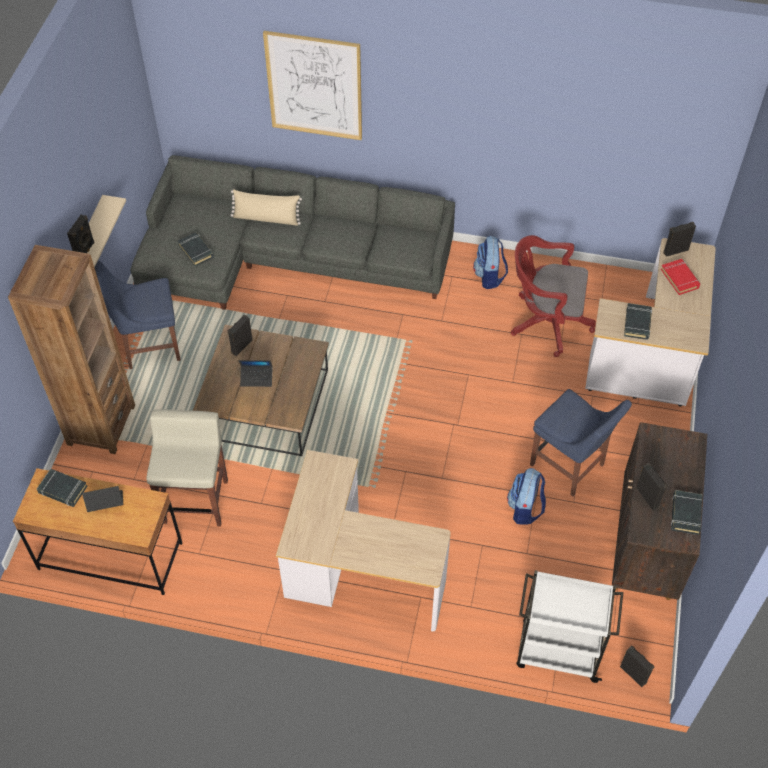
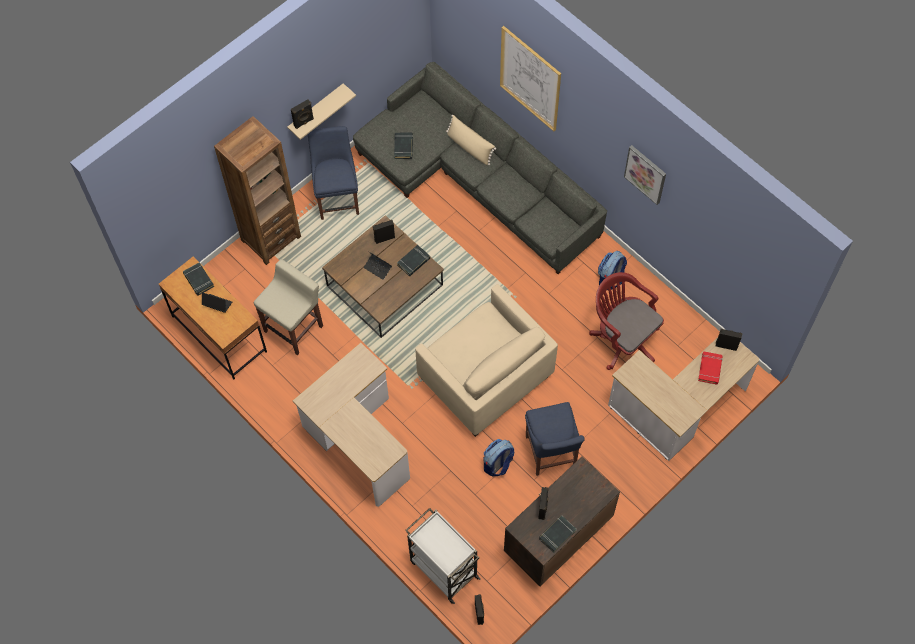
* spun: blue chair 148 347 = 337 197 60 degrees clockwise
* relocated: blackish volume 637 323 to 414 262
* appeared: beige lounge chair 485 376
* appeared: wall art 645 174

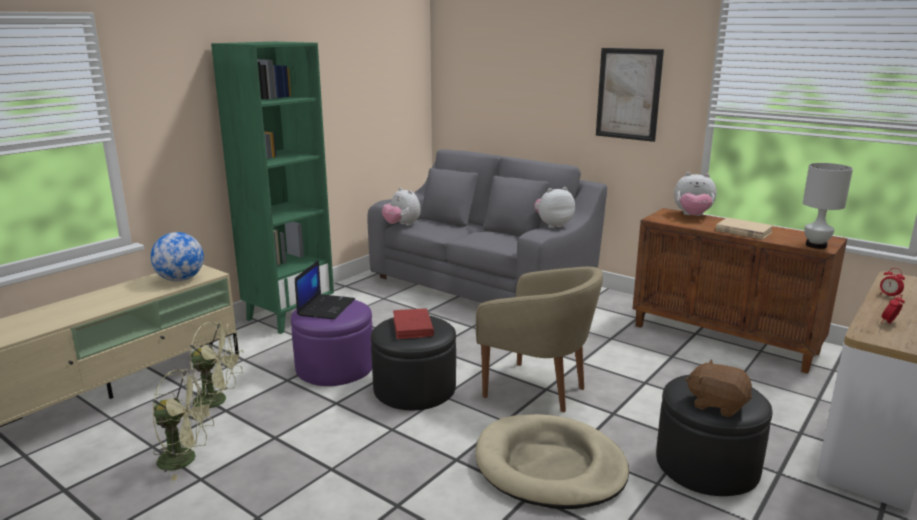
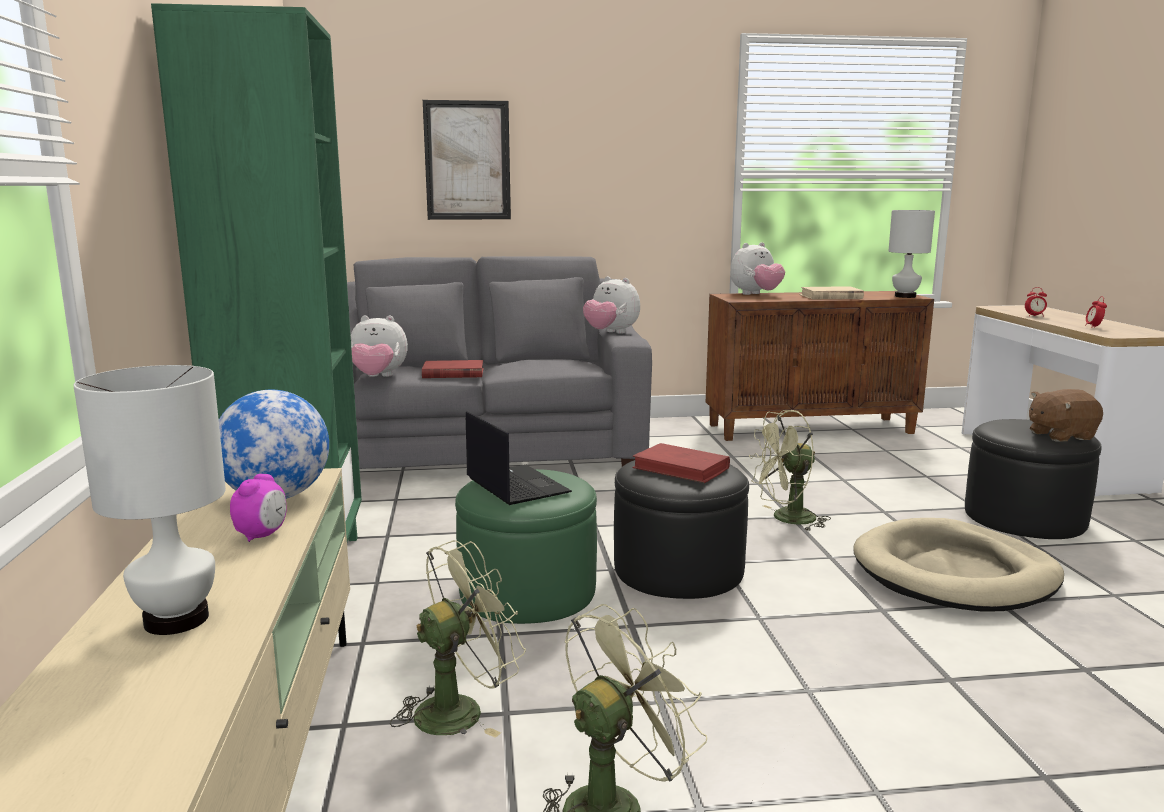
* colour: purplish ottoman 335 367 to greenish ottoman 527 591
* exchanged: beige lounge chair 538 389 to greenish electric fan 786 519
* spun: cuddly toy 553 225 = 611 333 75 degrees counterclockwise
* relocated: wall art 628 94 to 467 160
* appeared: white table lamp 178 619
* appeared: table clock 262 535
* appeared: reddish volume 452 373

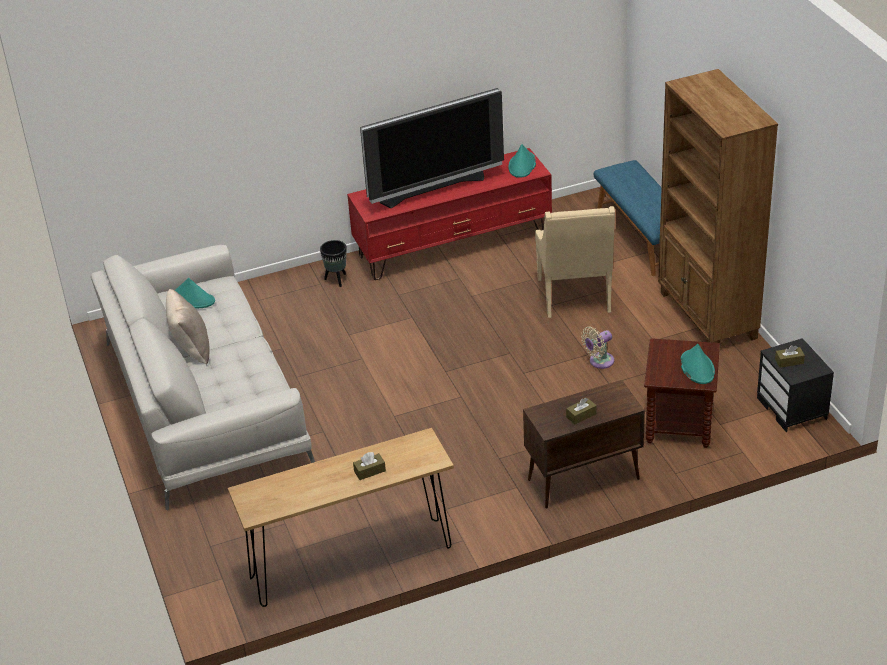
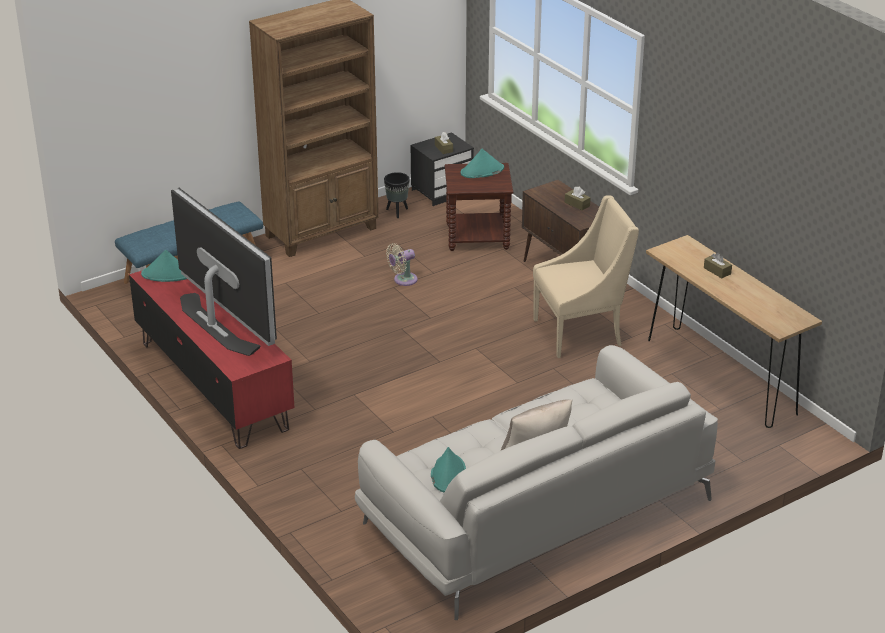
* relocated: blackish plant pot 336 280 to 397 212
* relocated: beige lounge chair 575 297 to 580 332
* spun: beige electric fan 599 362 = 403 280 105 degrees clockwise

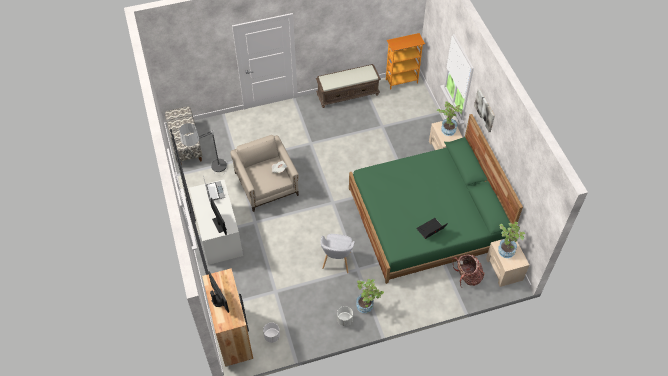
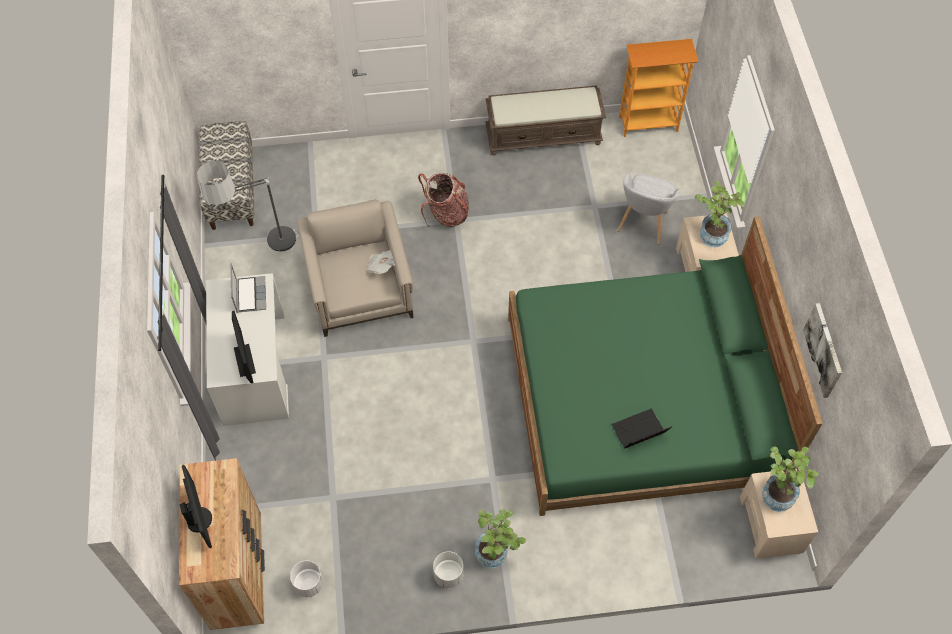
* relocated: greyish lounge chair 337 261 to 643 224
* relocated: rucksack 467 277 to 446 213
* relocated: wall art 485 110 to 824 350

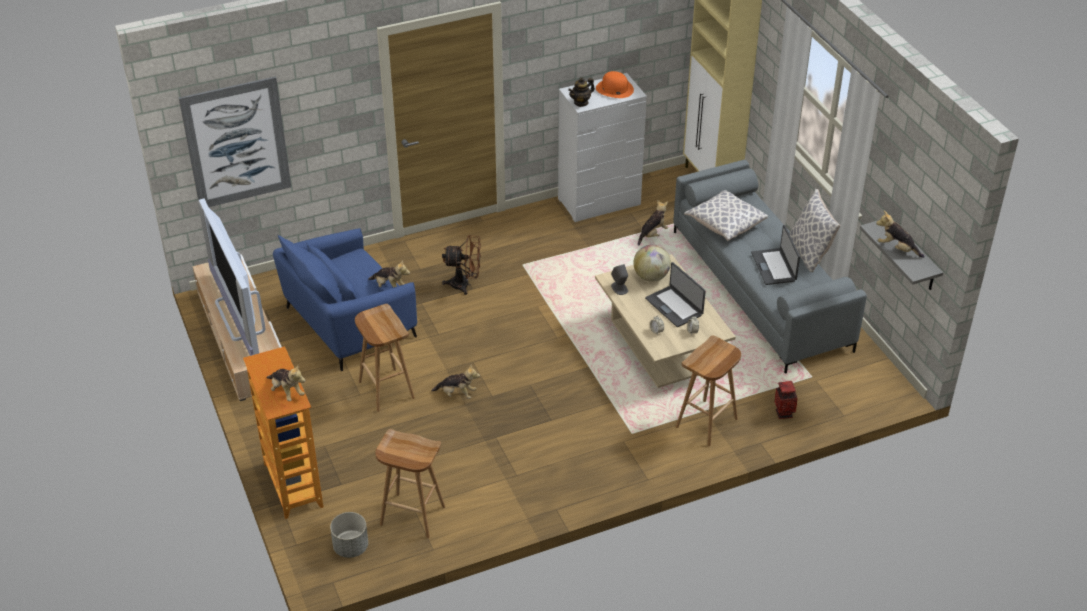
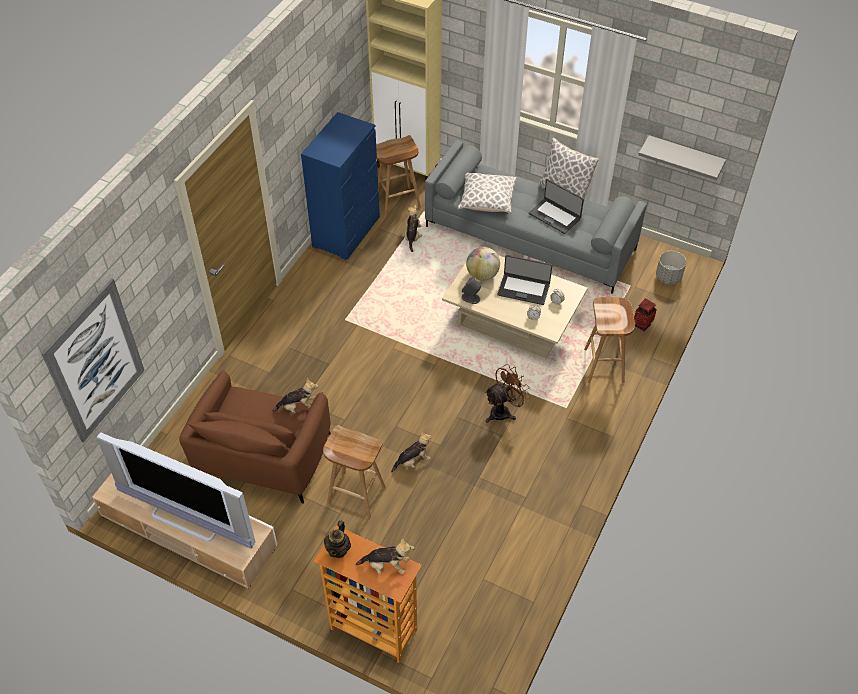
* colour: blue lounge chair 348 323 to brownish lounge chair 262 457
* relocated: greyish plant pot 350 547 to 668 277
* relocated: brownish stool 411 516 to 397 202
* relocated: brownish electric fan 465 284 to 504 411
* colour: white drawer chest 599 202 to blue drawer chest 346 232
* relocated: tea pot 581 102 to 338 549
* missing: orange hat 614 89
* missing: cuddly toy 897 249

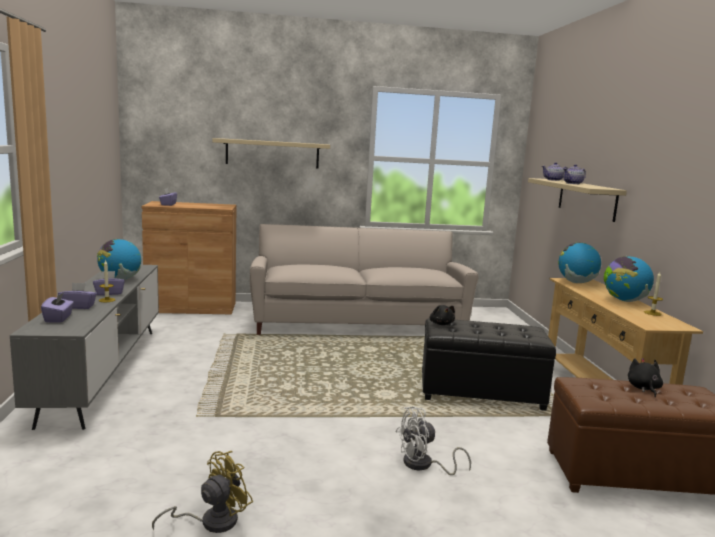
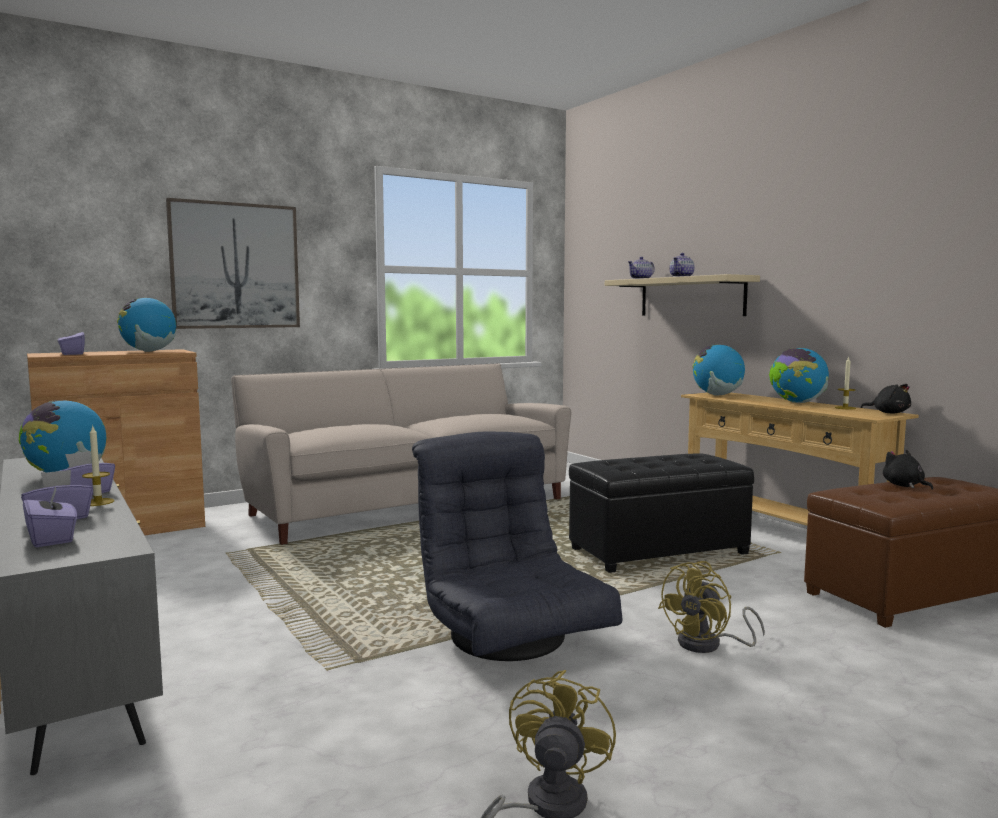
* exchanged: beige wall shelf 272 153 to wall art 235 266
* colour: white electric fan 423 465 to yellowish electric fan 708 645
* relocated: blackish cuddly toy 441 324 to 888 413
* appeared: world globe 149 351
* appeared: greyish lounge chair 510 637

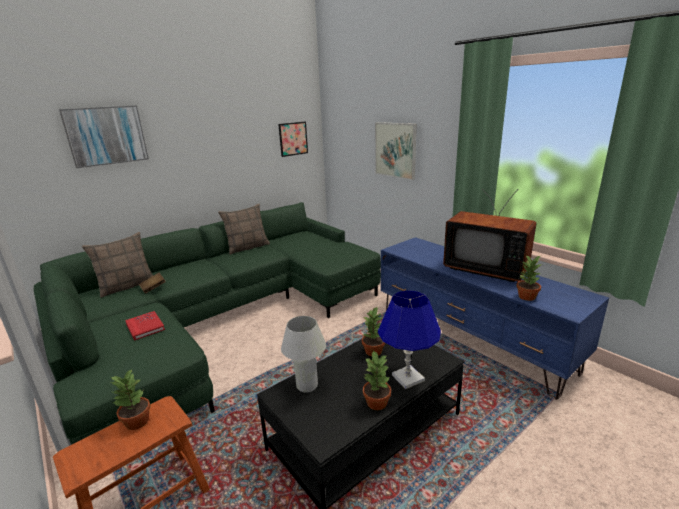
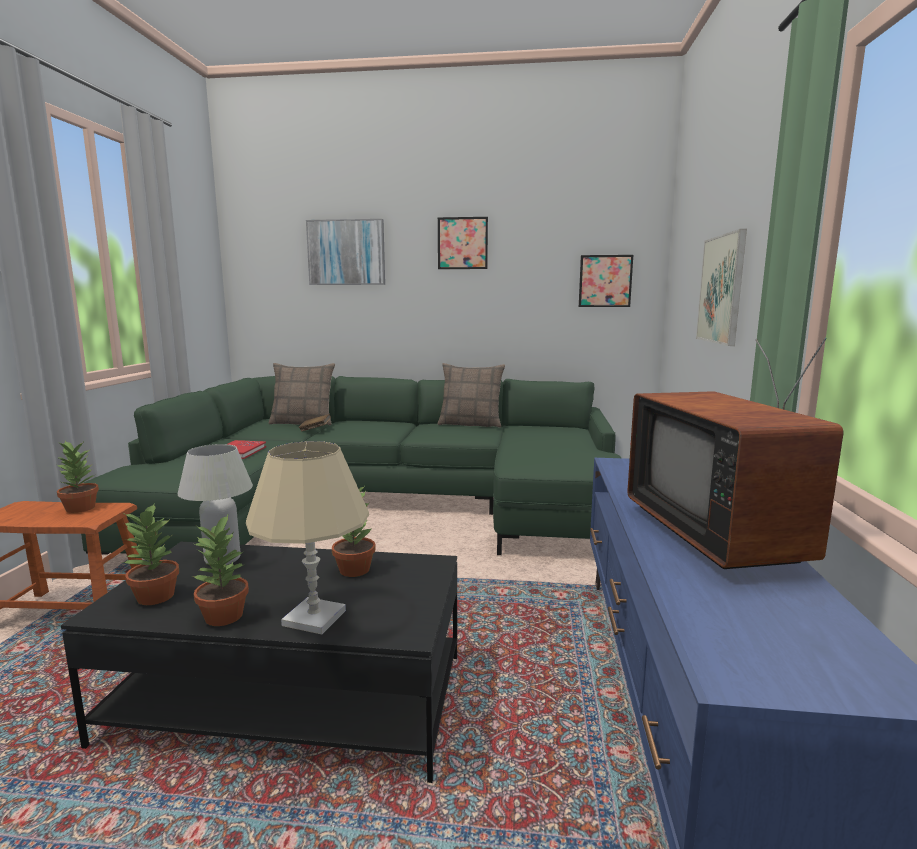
* colour: blue table lamp 407 378 to beige table lamp 314 617
* relocated: potted plant 527 297 to 154 597
* appeared: wall art 462 243

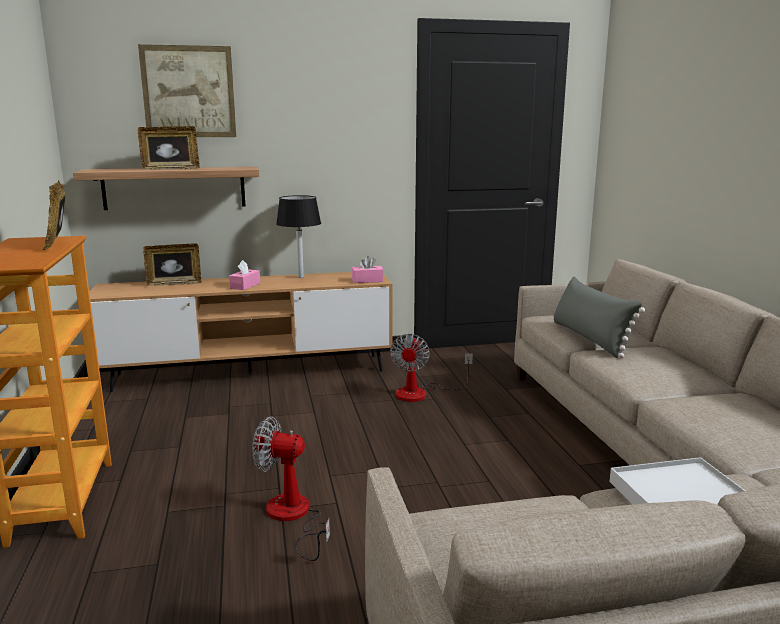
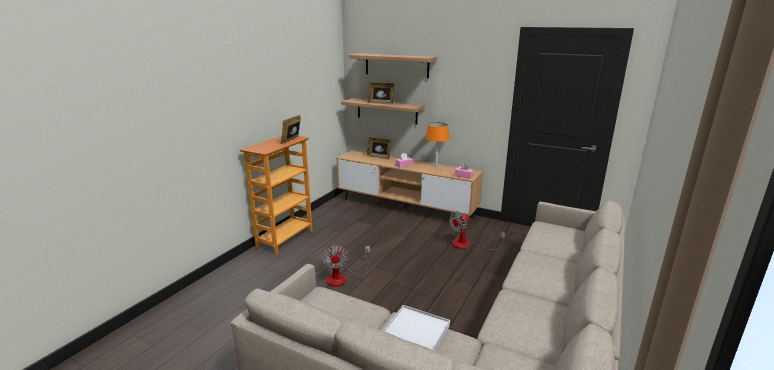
* exchanged: wall art 189 92 to wall shelf 396 65
* spun: electric fan 293 517 = 342 277 150 degrees counterclockwise
* colour: blackish table lamp 300 277 to orange table lamp 436 166
* missing: greyish throw pillow 590 338

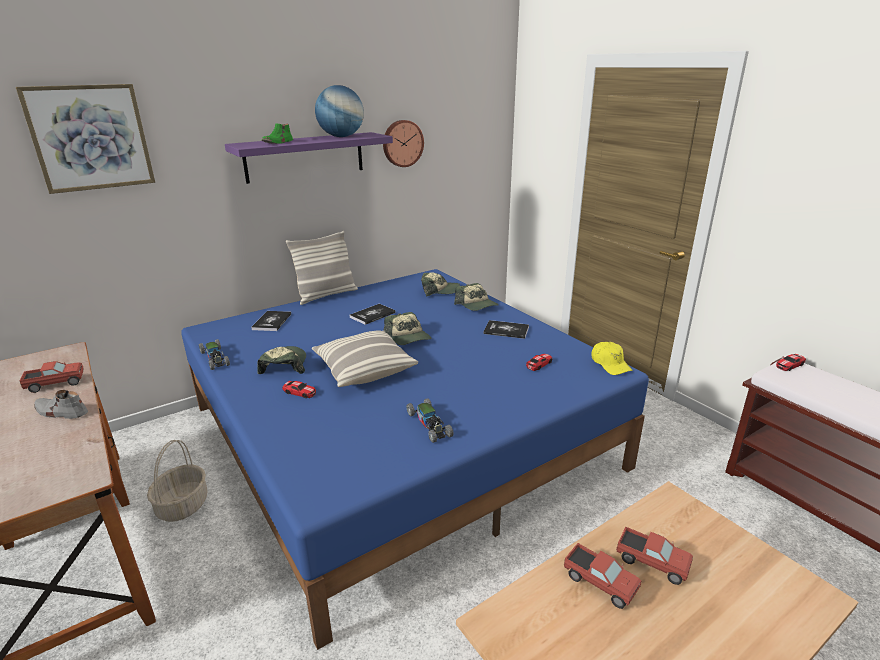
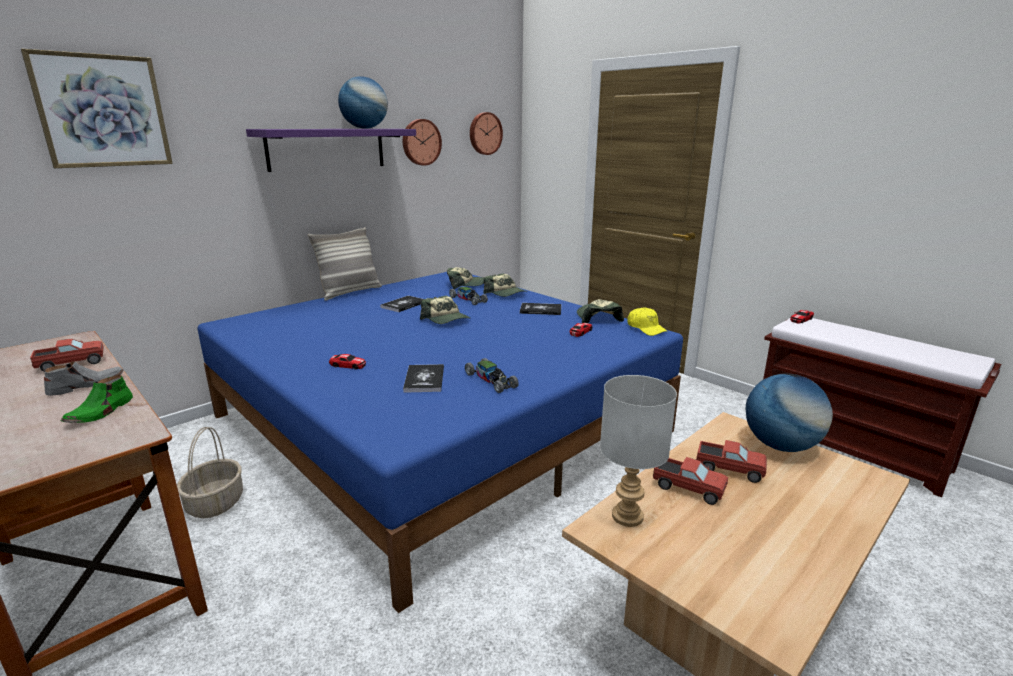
* spun: greyish shoe 61 412 = 87 385 135 degrees clockwise
* relocated: miniature car 215 358 to 468 299
* relocated: volume 272 322 to 424 379
* relocated: cap 283 366 to 598 318
* relocated: greenish shoe 278 142 to 101 412
* missing: throw pillow 364 370
* appeared: clock on the wall 484 133
* appeared: greyish table lamp 626 516
* appeared: world globe 780 446

